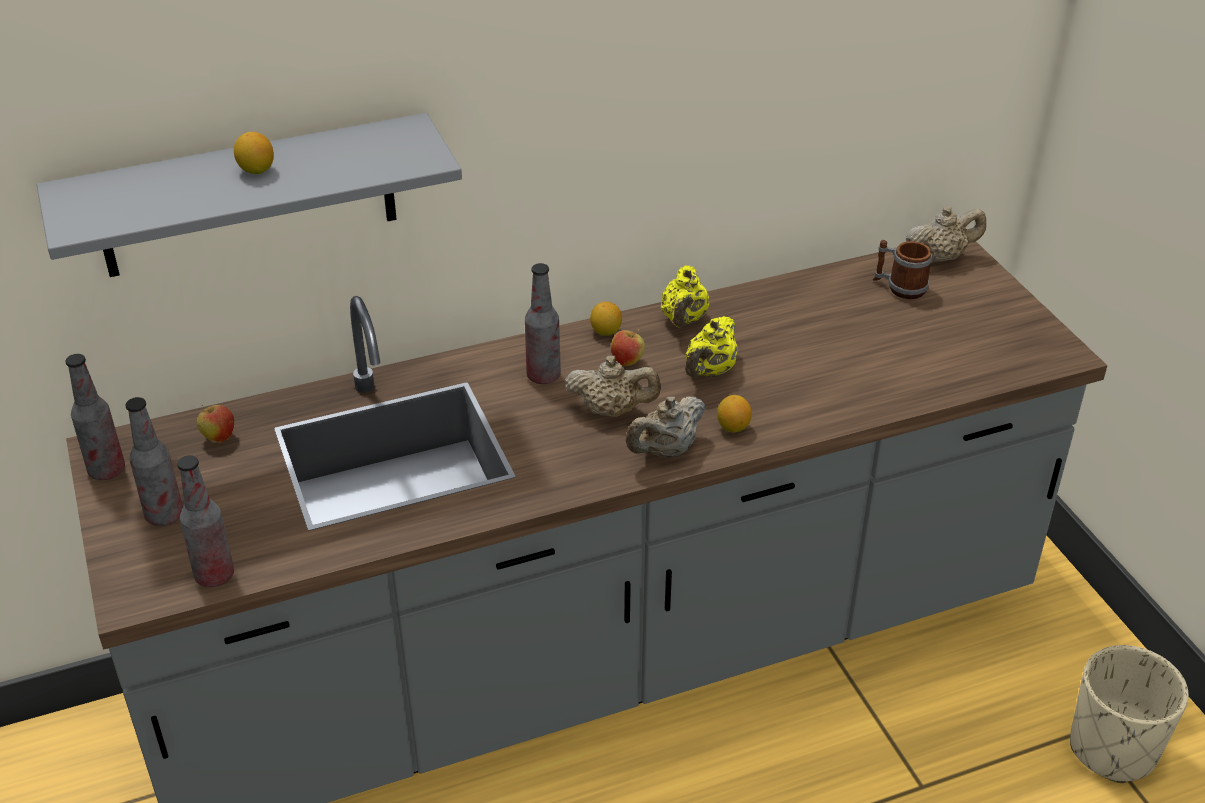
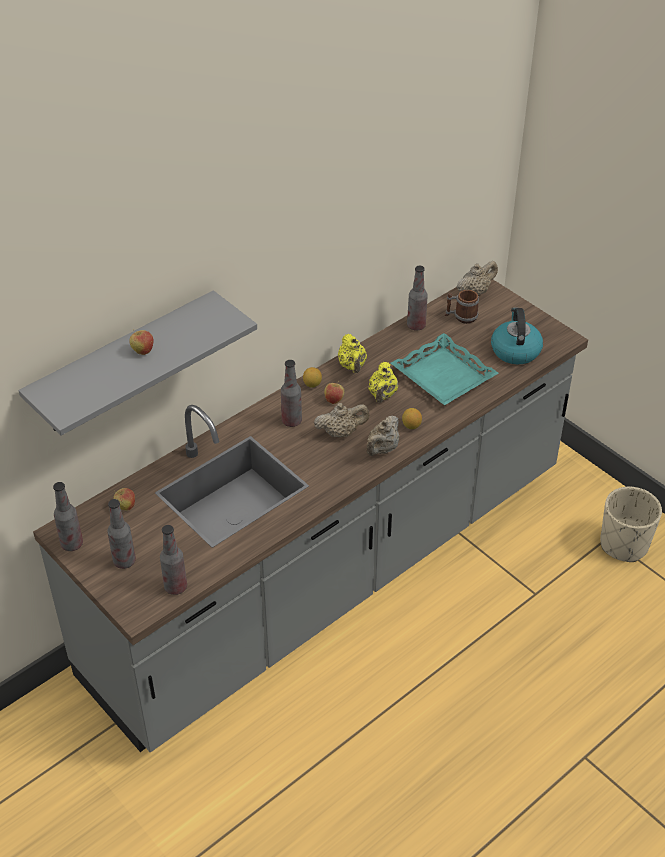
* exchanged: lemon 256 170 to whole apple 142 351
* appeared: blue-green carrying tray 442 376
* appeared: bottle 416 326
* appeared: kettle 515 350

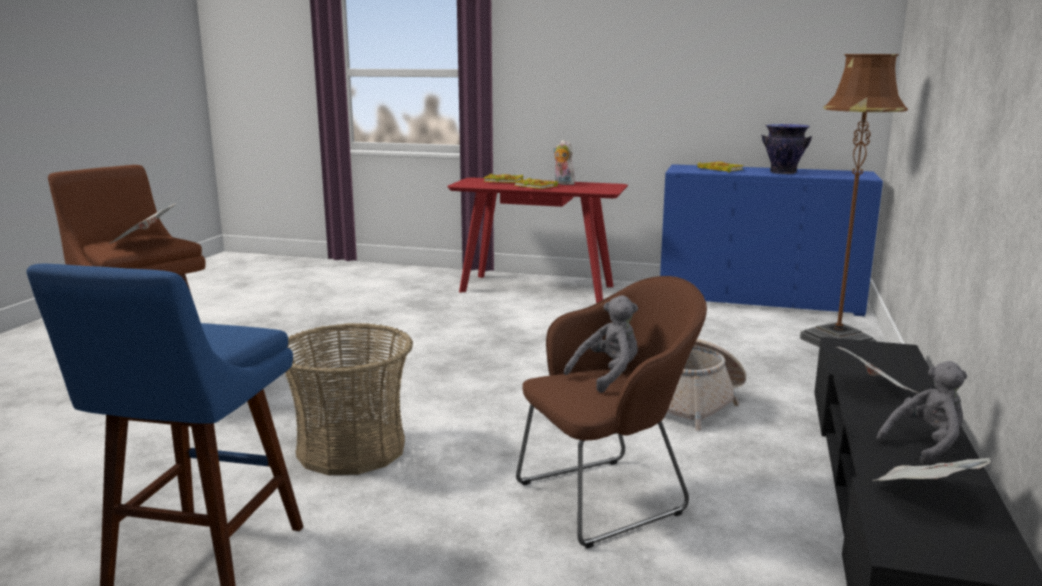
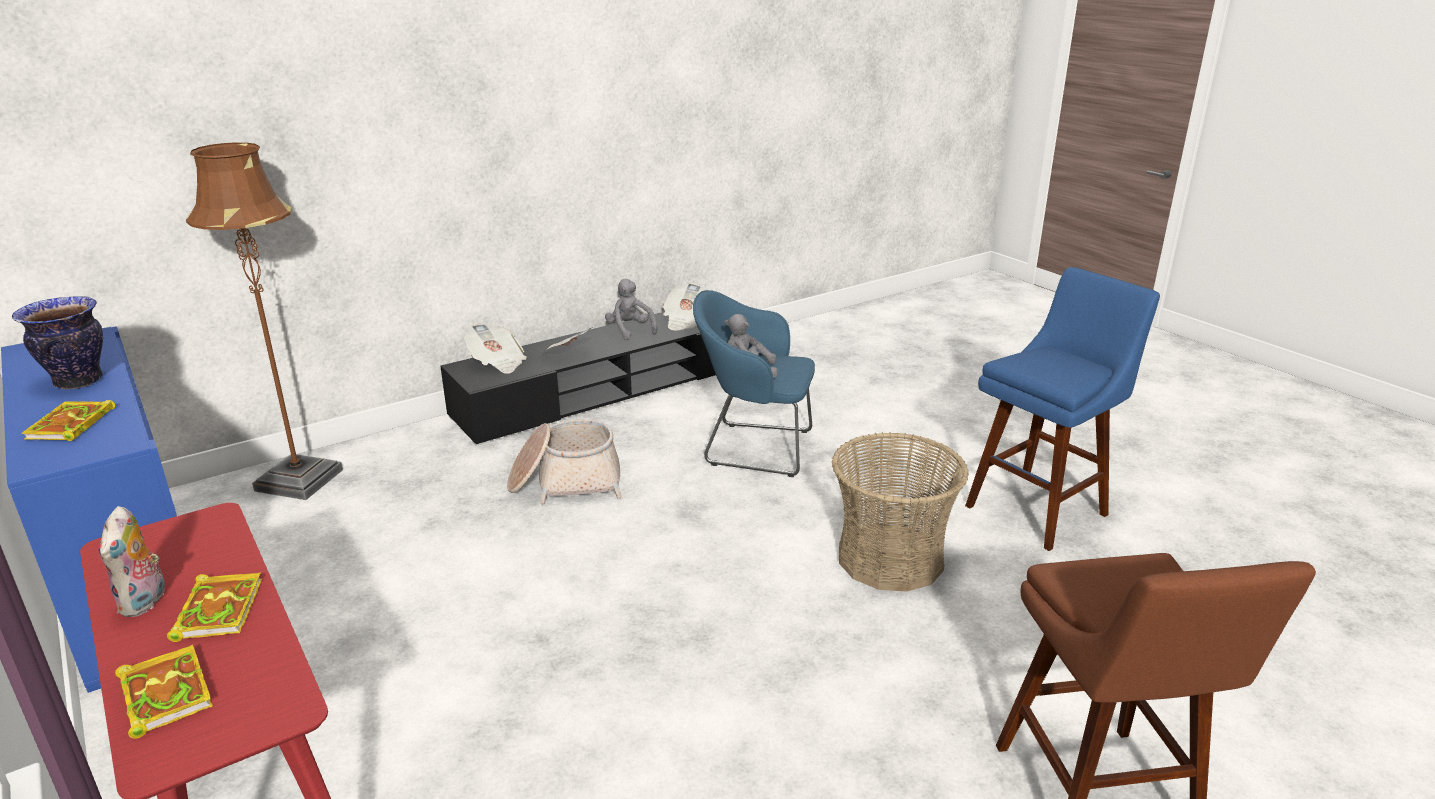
* relocated: daily paper 144 242 to 497 363
* colour: brownish lounge chair 608 497 to blue lounge chair 753 447
* spun: greyish cuddly toy 925 445 = 630 330 45 degrees clockwise

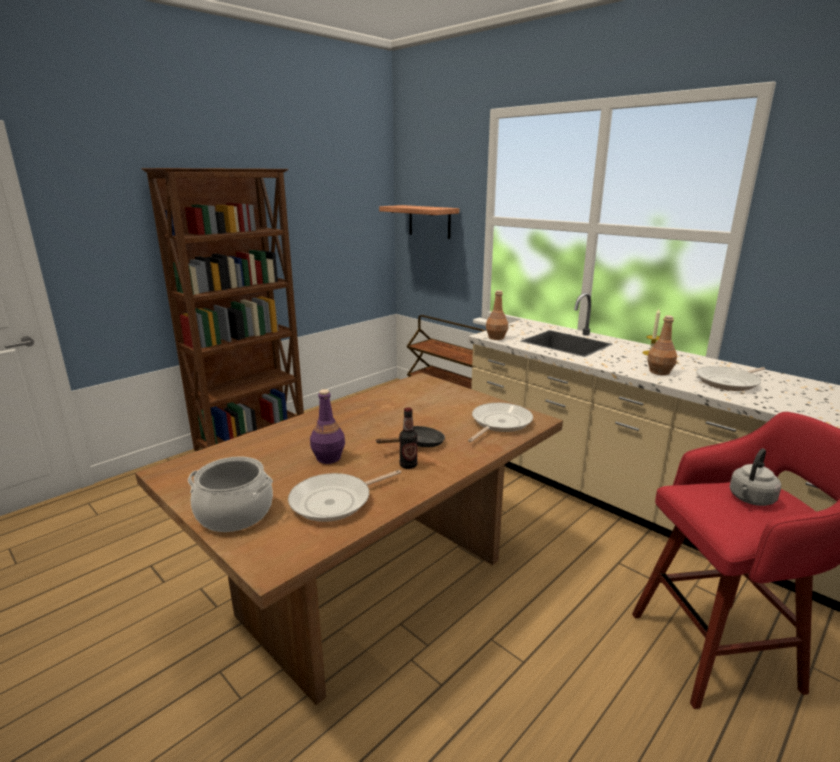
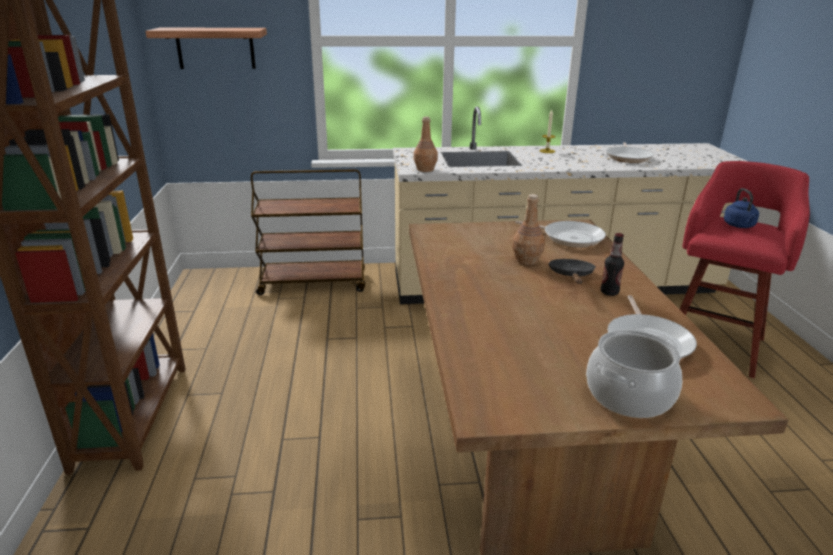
* missing: purplish bottle 328 458
* spun: skillet 499 423 = 569 237 135 degrees clockwise
* relocated: brownish bottle 660 372 to 527 260
* colour: greyish kettle 750 499 to blue kettle 739 226

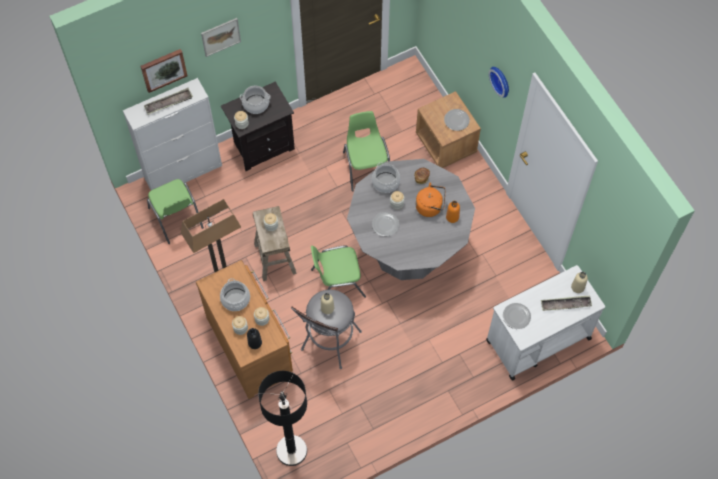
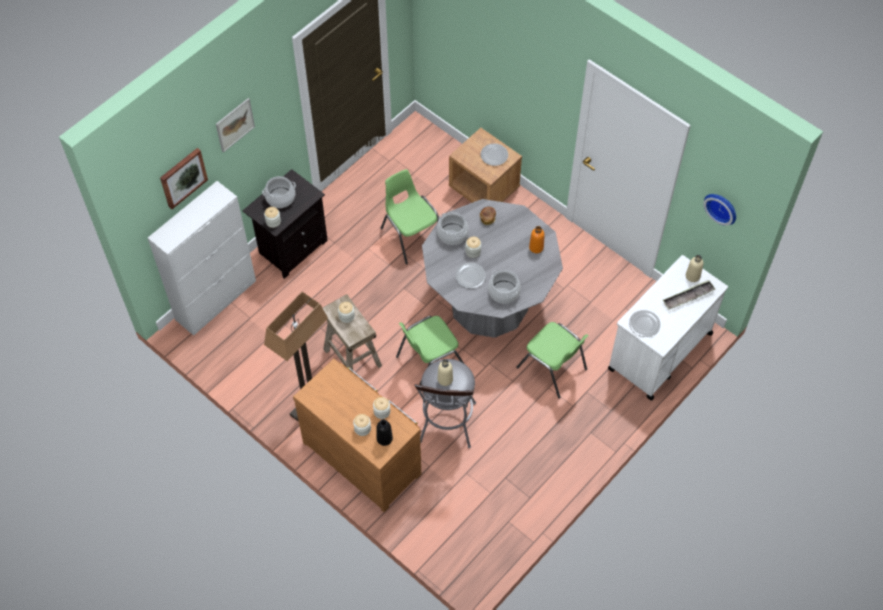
* missing: carrying tray 169 103
* relocated: greenish chair 176 218 to 552 369
* relocated: stockpot 236 299 to 504 292
* missing: blackish standing lamp 291 450
* missing: orange kettle 430 207
* relocated: clock on the wall 501 80 to 722 207

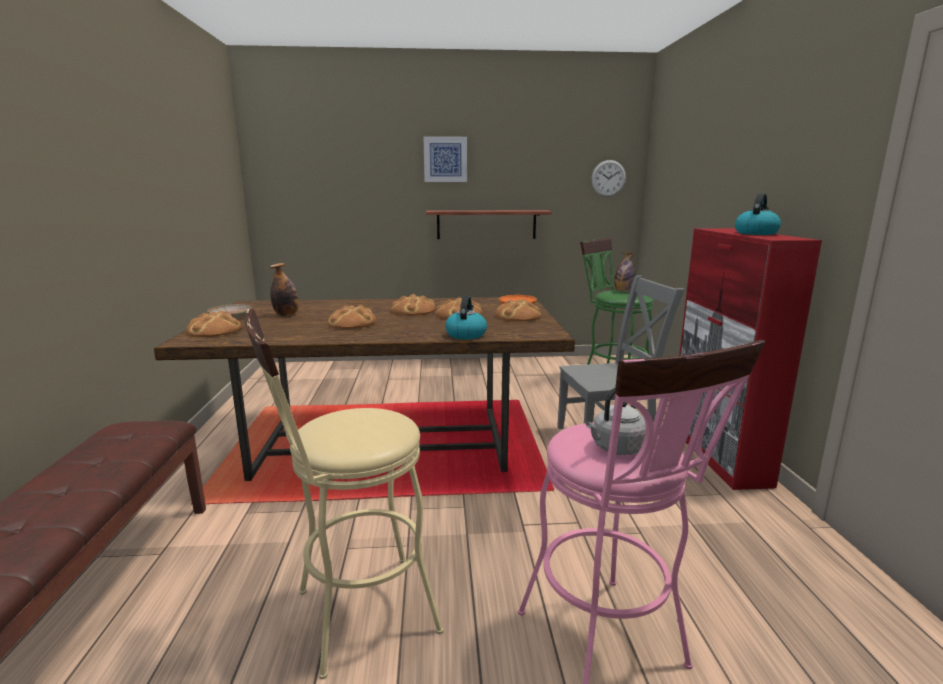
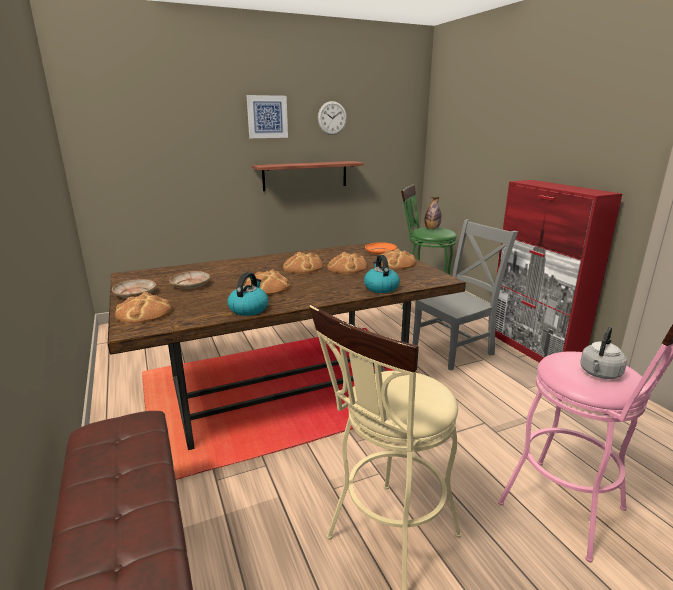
* exchanged: bottle 286 315 to beige dinner plate 190 285
* relocated: clock on the wall 608 178 to 332 118
* relocated: kettle 756 233 to 249 309

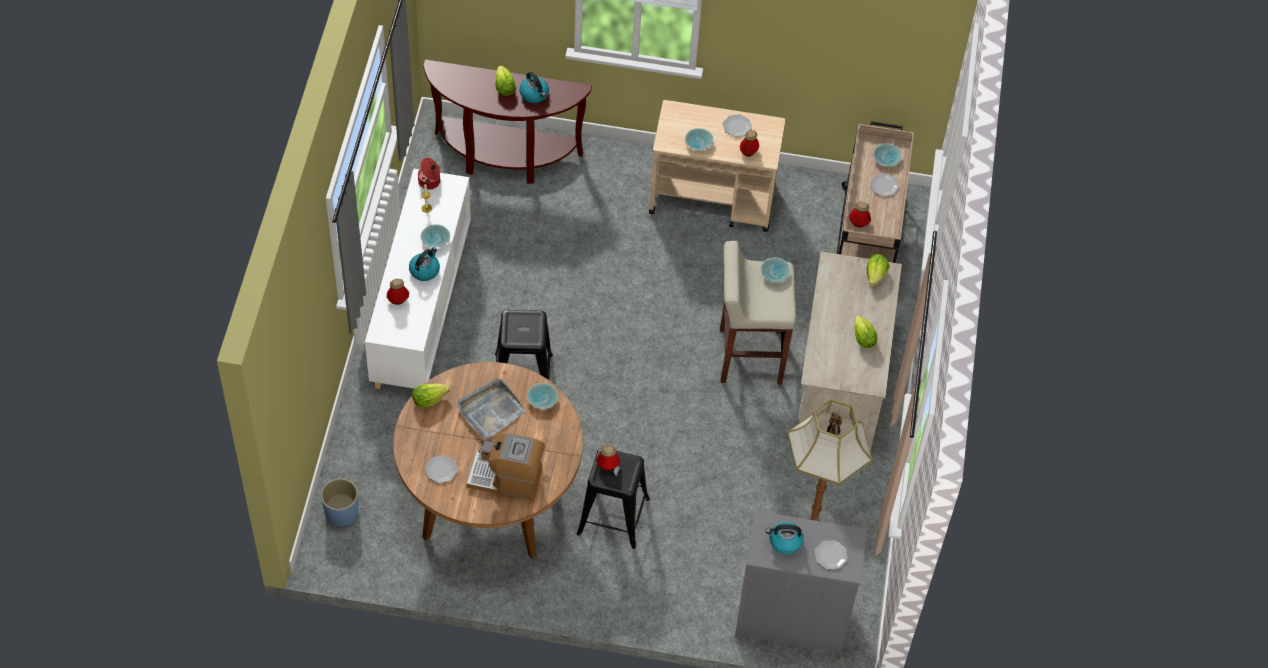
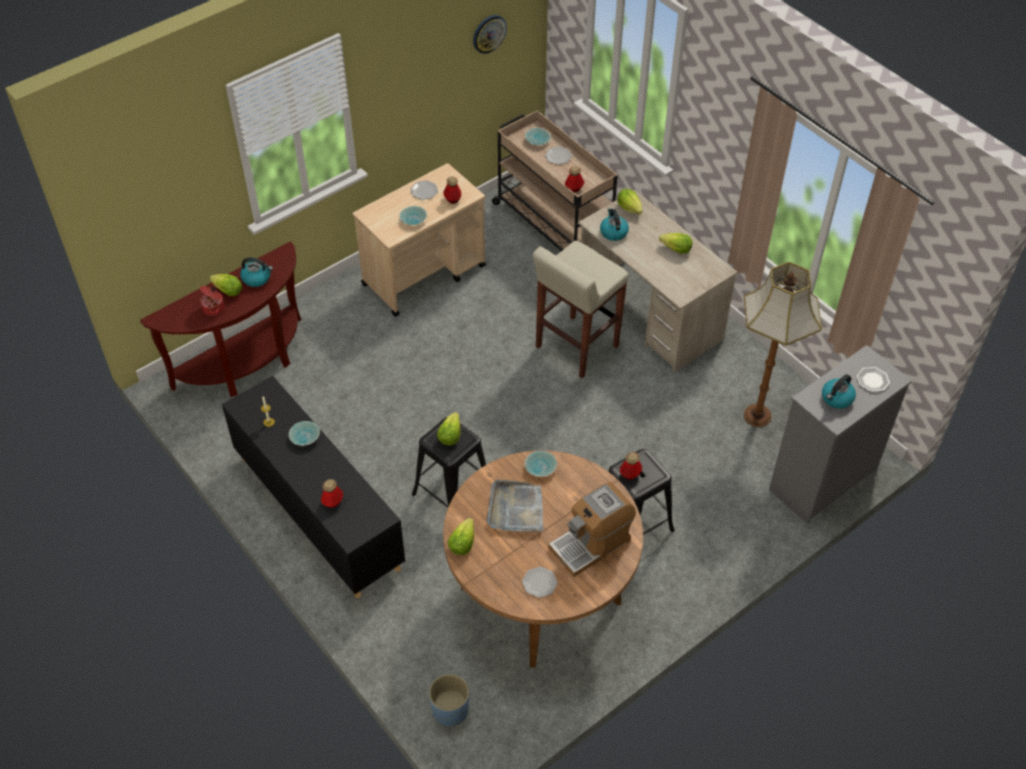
* colour: white cabinet 422 308 to blackish cabinet 318 512
* relocated: kettle 424 270 to 613 232
* relocated: stockpot 430 182 to 214 308
* missing: blue-green serving bowl 775 273
* appeared: lettuce head 450 436
* appeared: clock on the wall 489 33

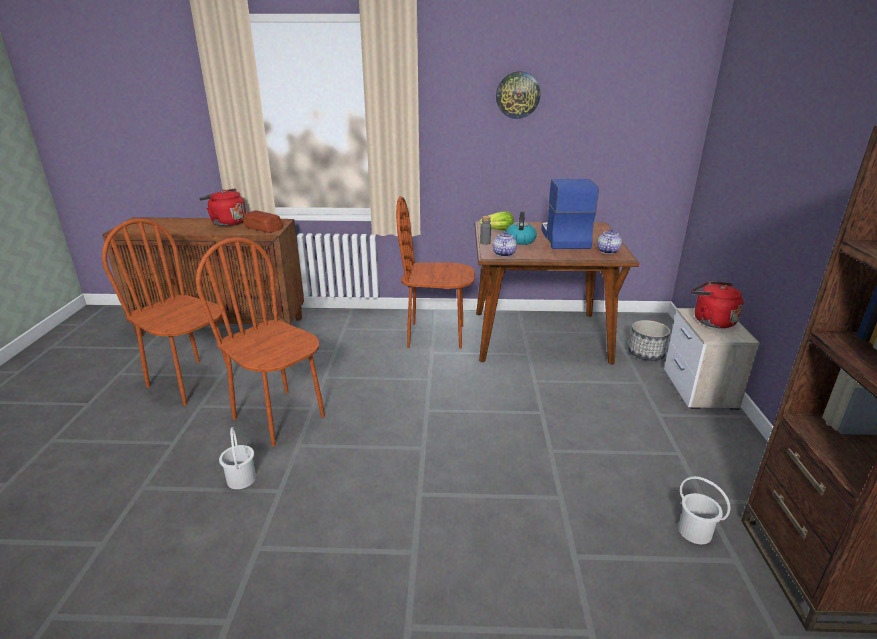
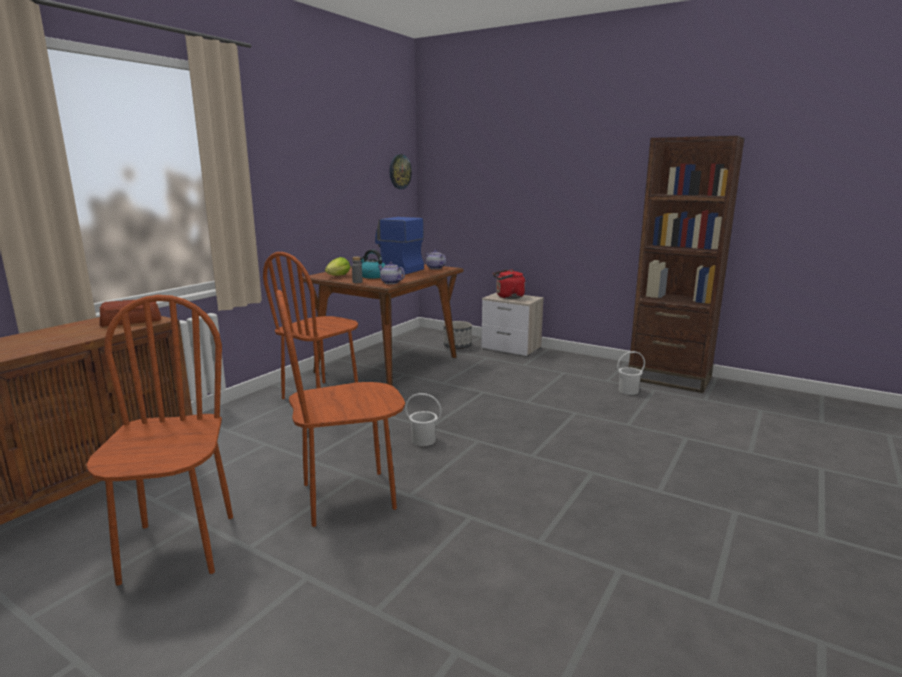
* spun: brownish chair 191 382 = 178 548 105 degrees clockwise
* missing: reddish kettle 227 223
* relocated: white pail 242 479 to 423 440
* relocated: clock on the wall 517 95 to 399 171

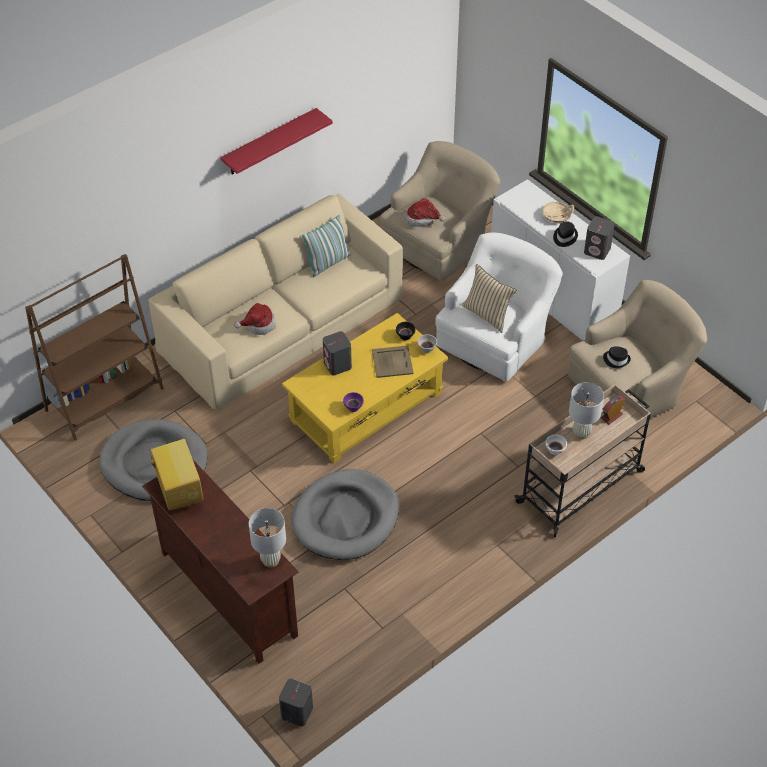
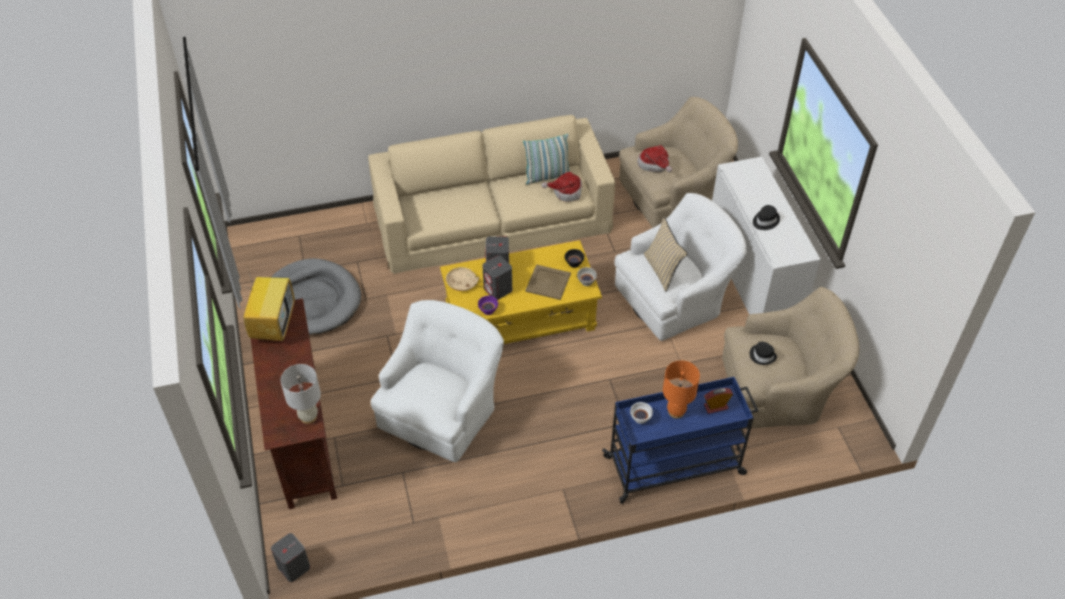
* missing: brownish bookcase 105 399
* missing: reddish wall shelf 270 142
* relocated: hat 258 325 to 566 192
* exchanged: greyish dog bed 345 518 to white lounge chair 442 409
* colour: beige trolley 581 486 to blue trolley 676 465
* relocated: beige serving bowl 557 216 to 462 283
* colour: white table lamp 581 433 to orange table lamp 676 411
* relocated: greyish audio speaker 597 250 to 498 289

